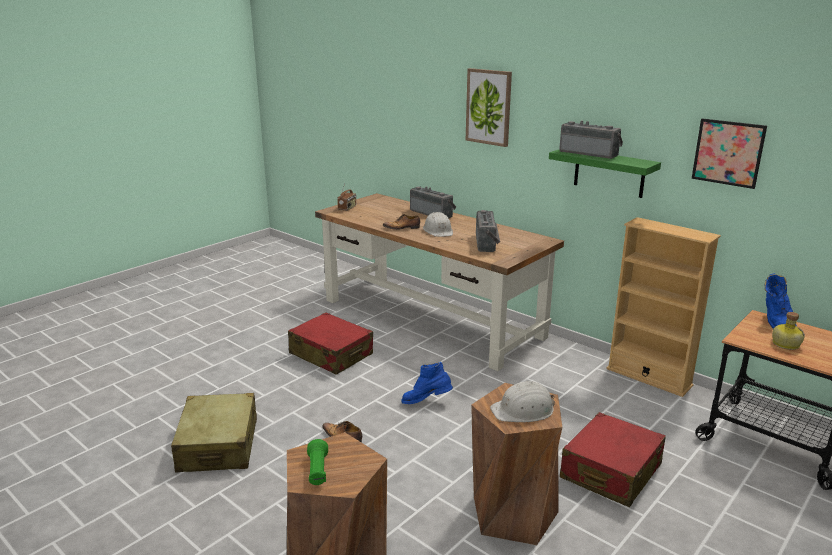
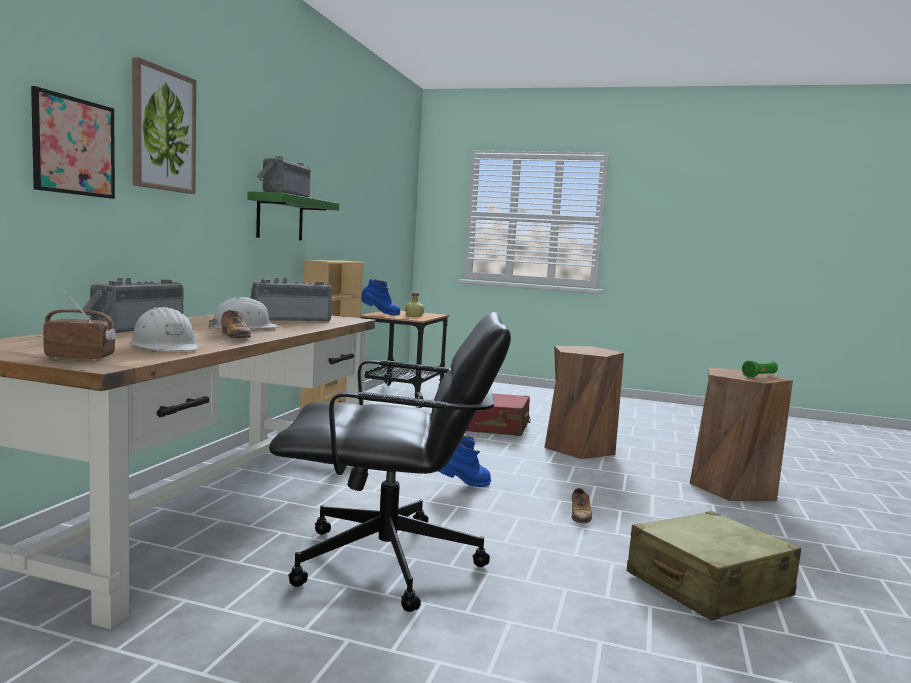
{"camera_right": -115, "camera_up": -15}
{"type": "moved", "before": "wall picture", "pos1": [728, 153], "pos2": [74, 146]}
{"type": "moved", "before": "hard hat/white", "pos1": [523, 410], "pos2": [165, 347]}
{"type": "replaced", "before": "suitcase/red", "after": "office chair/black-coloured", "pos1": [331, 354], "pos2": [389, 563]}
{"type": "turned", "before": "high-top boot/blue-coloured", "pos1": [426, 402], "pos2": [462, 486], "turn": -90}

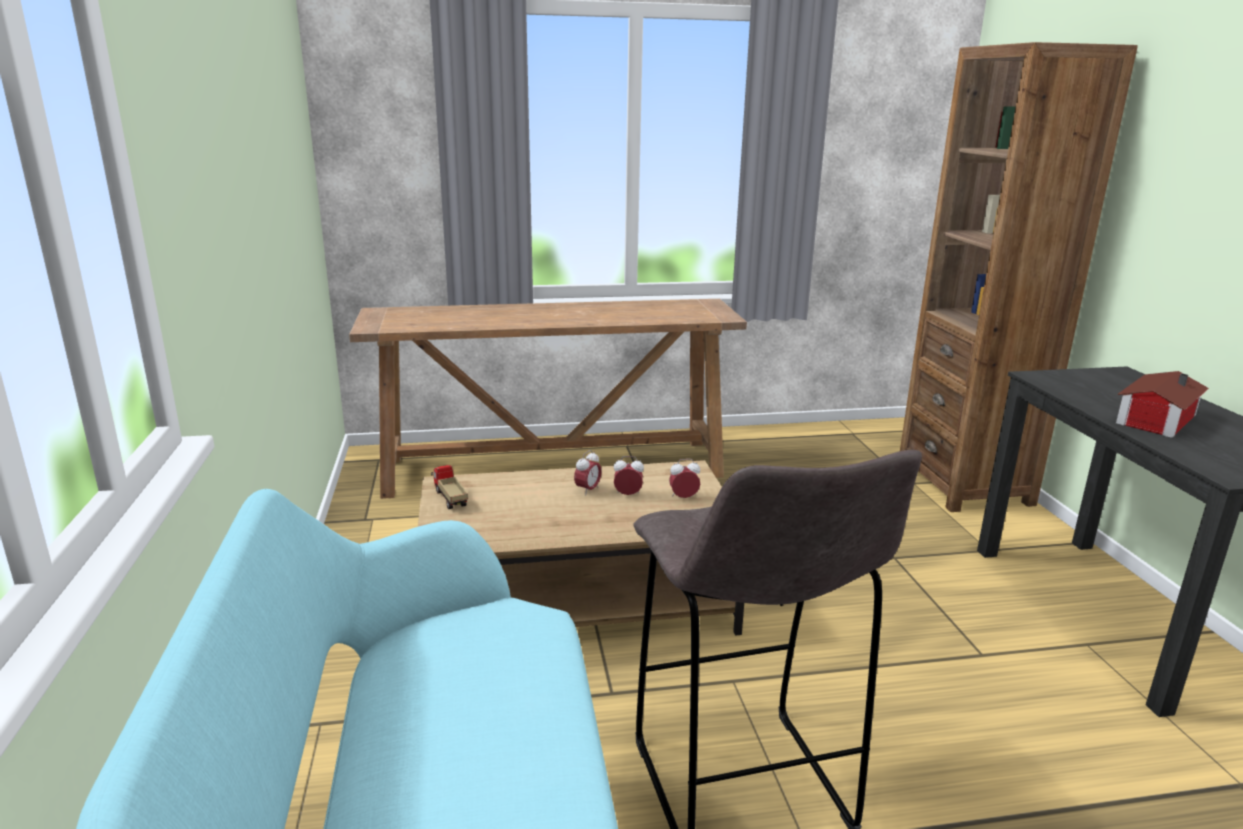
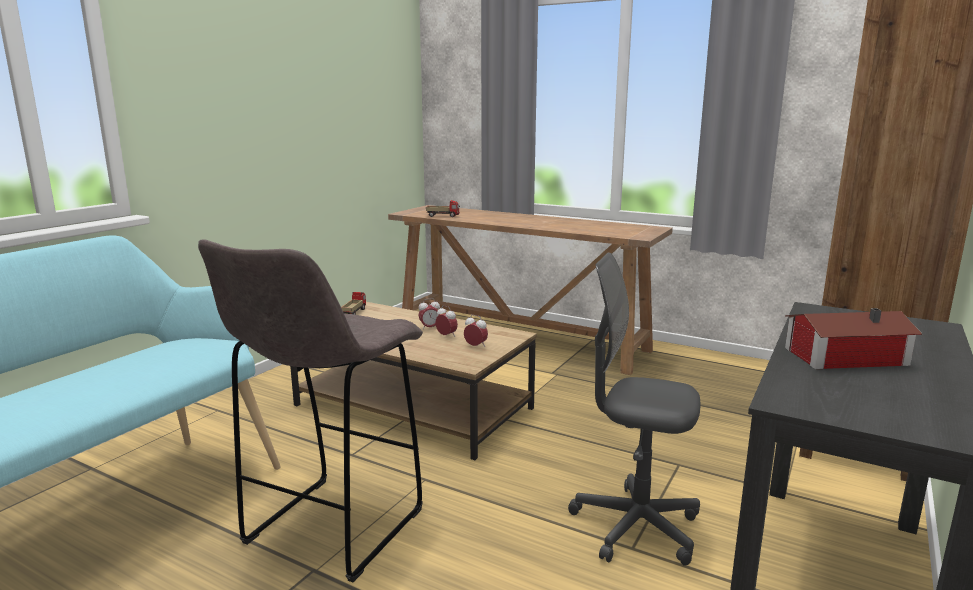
{"camera_right": 40, "camera_up": -5}
{"type": "added", "after": "toy truck", "pos2": [443, 216]}
{"type": "added", "after": "office chair/grey", "pos2": [635, 527]}

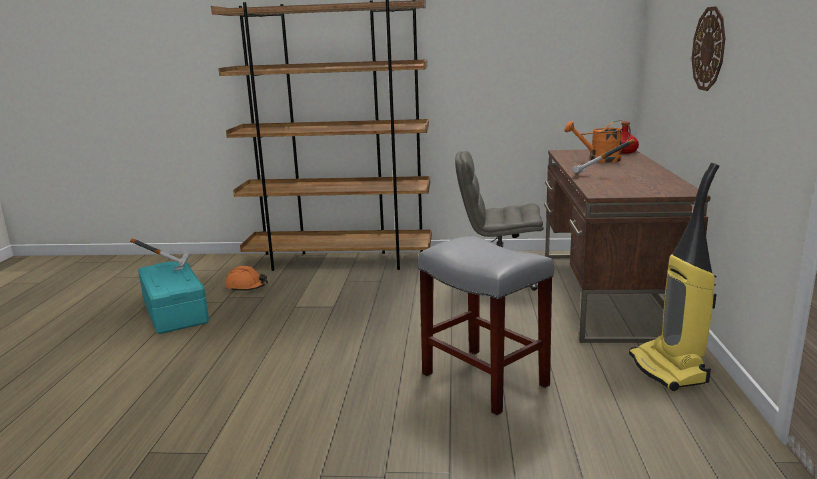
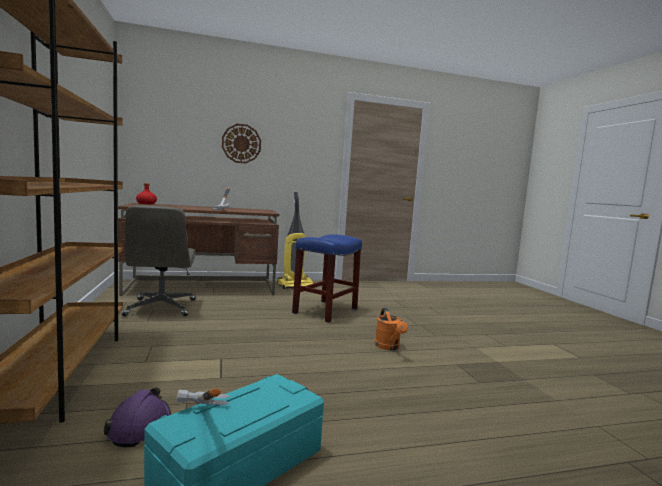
{"camera_right": -110, "camera_up": -10}
{"type": "recoloured", "before": "hard hat/orange", "after": "hard hat/purple", "pos1": [246, 287], "pos2": [140, 426]}
{"type": "recoloured", "before": "sitting stool/grey", "after": "sitting stool/blue-coloured", "pos1": [486, 380], "pos2": [325, 310]}
{"type": "moved", "before": "sprinkling can/orange", "pos1": [599, 160], "pos2": [389, 347]}

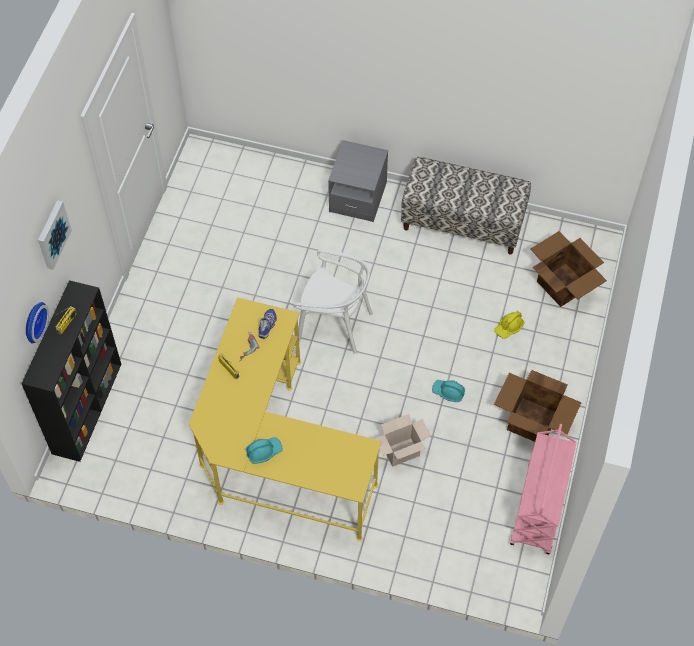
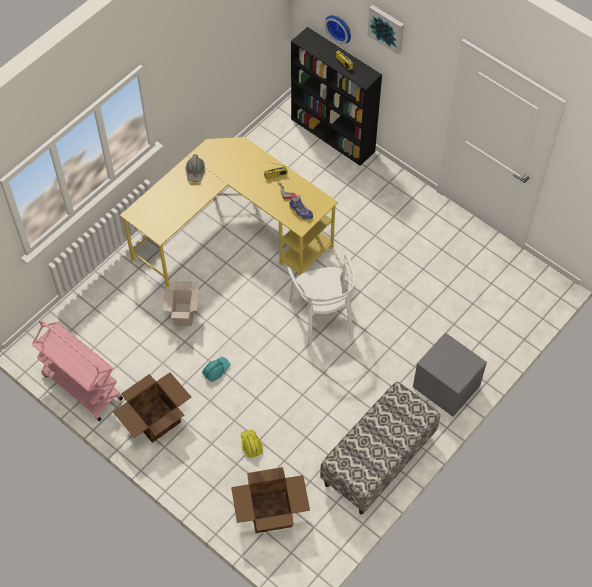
{"camera_right": 115, "camera_up": 0}
{"type": "recoloured", "before": "hard hat/blue-green", "after": "hard hat/grey", "pos1": [263, 451], "pos2": [195, 172]}
{"type": "turned", "before": "upright chair/white", "pos1": [334, 324], "pos2": [323, 316], "turn": -60}

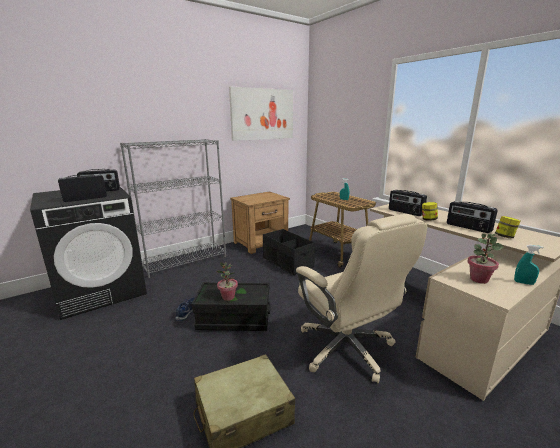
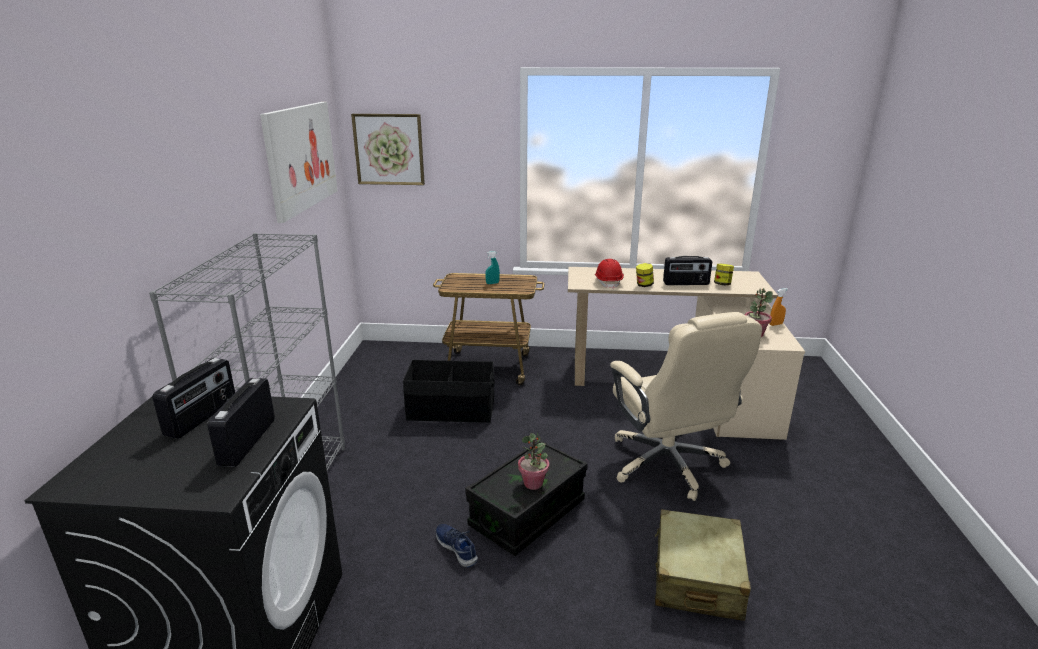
{"camera_right": -50, "camera_up": 5}
{"type": "added", "after": "wall picture", "pos2": [389, 149]}
{"type": "replaced", "before": "radio receiver", "after": "hard hat/red", "pos1": [405, 212], "pos2": [608, 282]}
{"type": "turned", "before": "office chair/beige-coloured", "pos1": [347, 349], "pos2": [668, 465], "turn": 60}
{"type": "recoloured", "before": "sprayer/blue-green", "after": "sprayer/orange", "pos1": [523, 283], "pos2": [776, 324]}
{"type": "removed", "before": "nightstand/brownish", "pos1": [261, 243]}

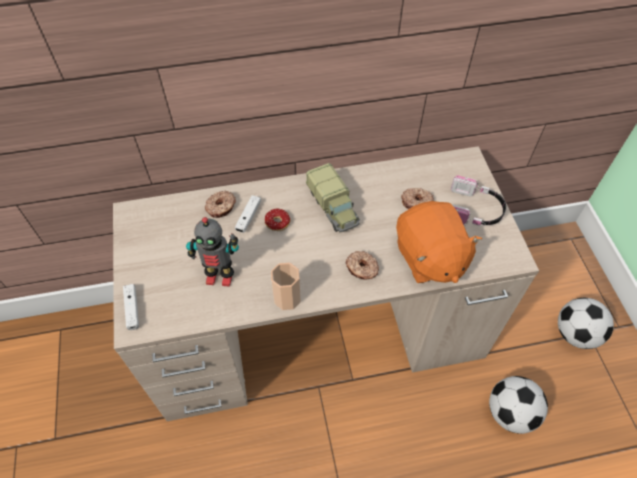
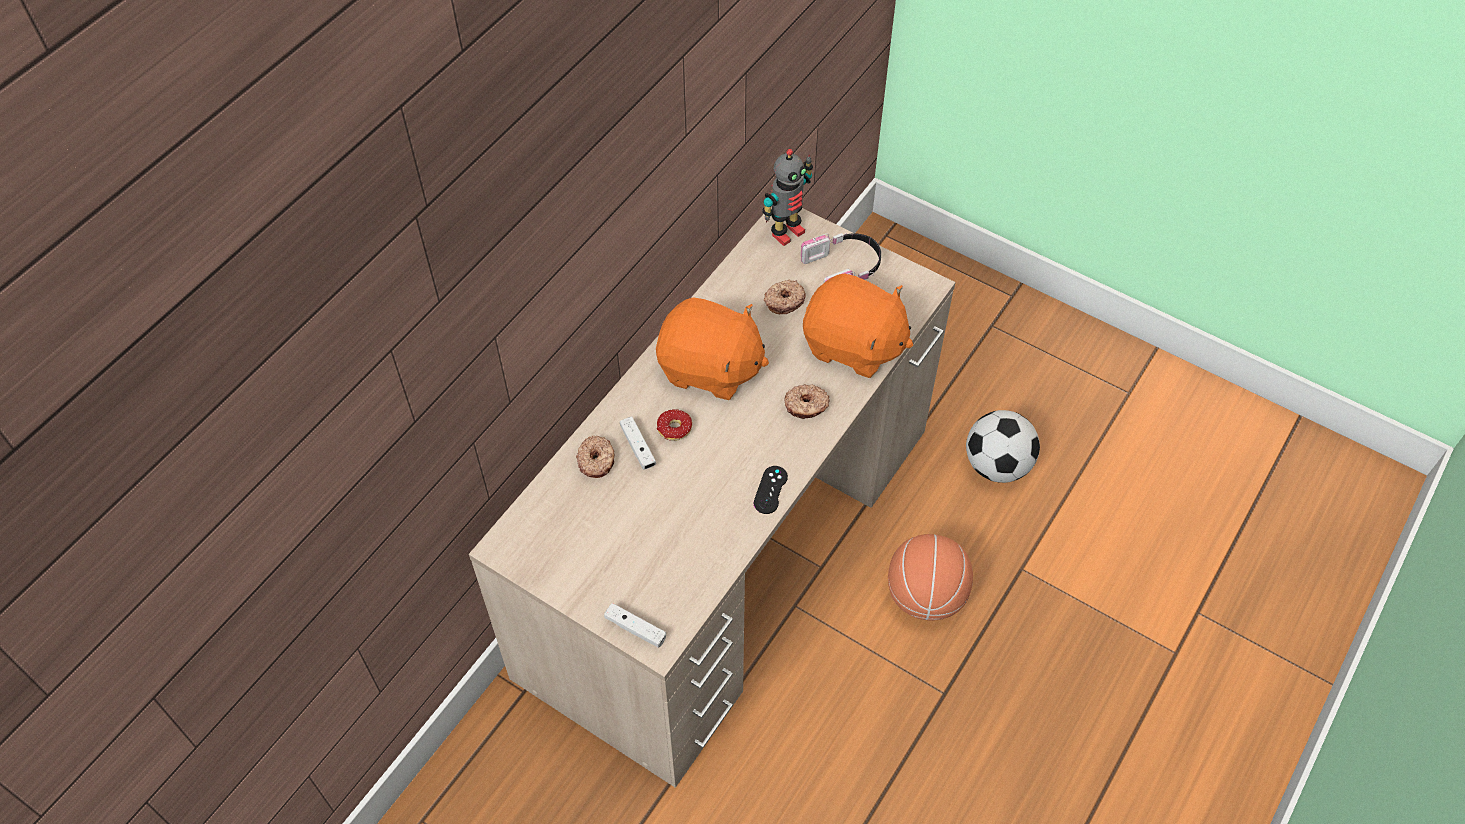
{"camera_right": -45, "camera_up": 0}
{"type": "replaced", "before": "toy truck", "after": "soft toy/orange", "pos1": [333, 207], "pos2": [710, 369]}
{"type": "replaced", "before": "drinking cup", "after": "gamepad/black-coloured", "pos1": [287, 298], "pos2": [770, 490]}
{"type": "moved", "before": "model robot", "pos1": [220, 276], "pos2": [786, 232]}
{"type": "added", "after": "ball for basketball", "pos2": [925, 595]}
{"type": "removed", "before": "ball for football", "pos1": [575, 333]}

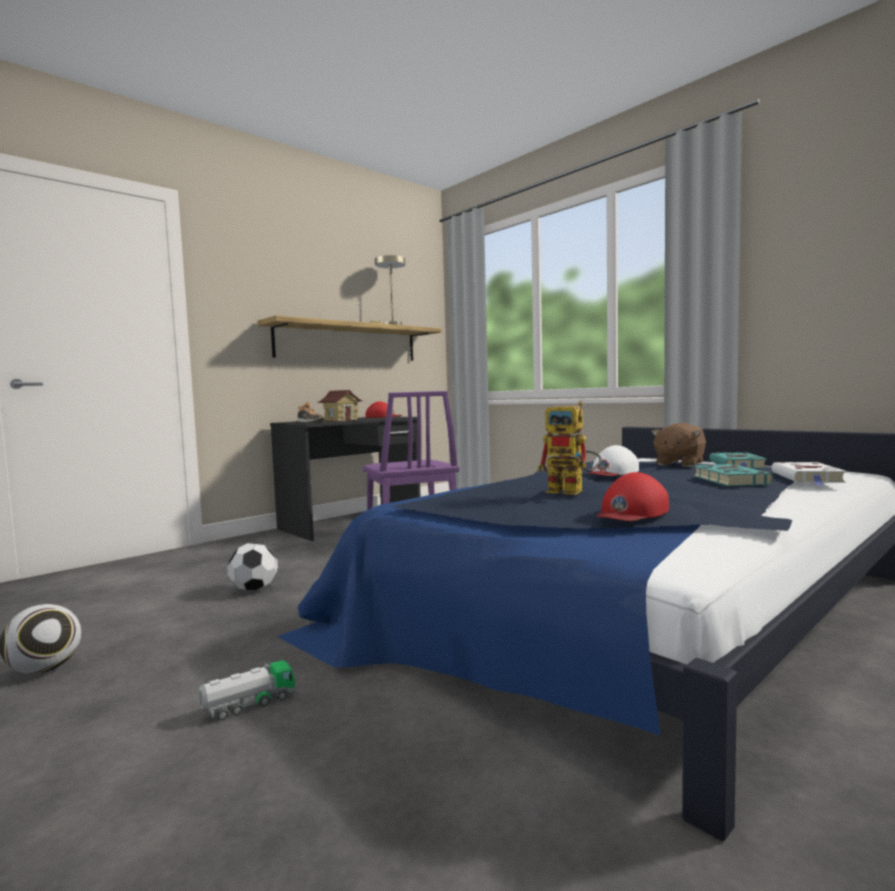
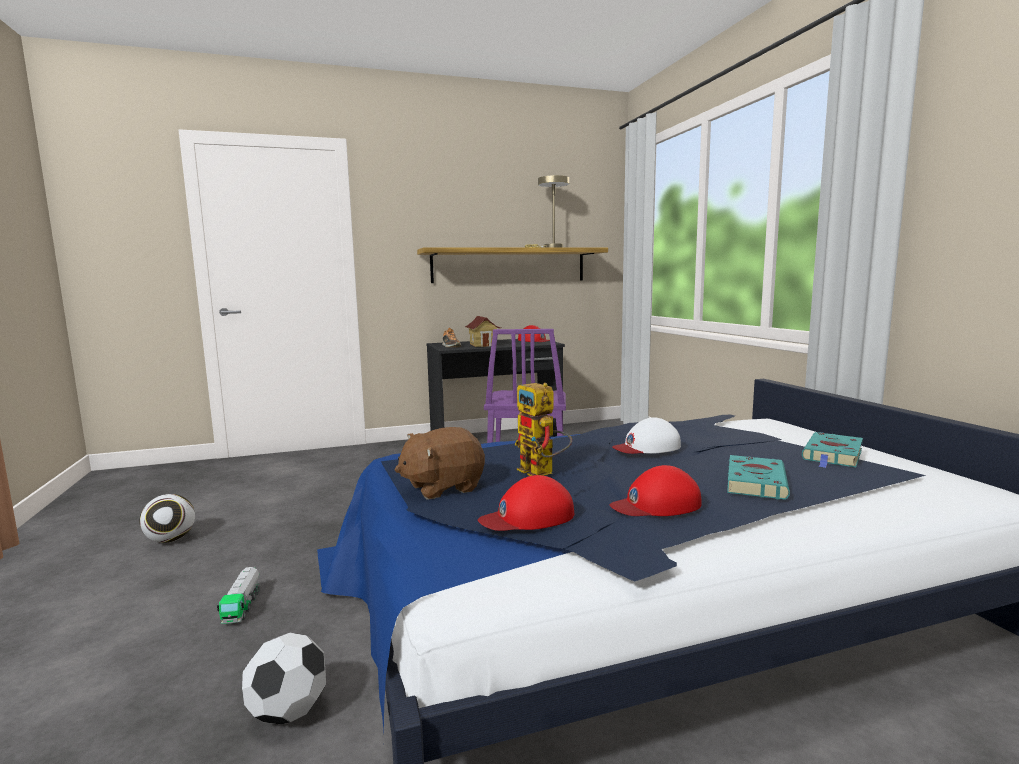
{"camera_right": 25, "camera_up": 5}
{"type": "turned", "before": "toy truck", "pos1": [250, 705], "pos2": [242, 606], "turn": 90}
{"type": "moved", "before": "ball for football", "pos1": [254, 589], "pos2": [289, 712]}
{"type": "moved", "before": "soft toy/brownish", "pos1": [679, 464], "pos2": [442, 487]}
{"type": "added", "after": "peaked cap/red", "pos2": [656, 504]}
{"type": "removed", "before": "book/white", "pos1": [808, 478]}

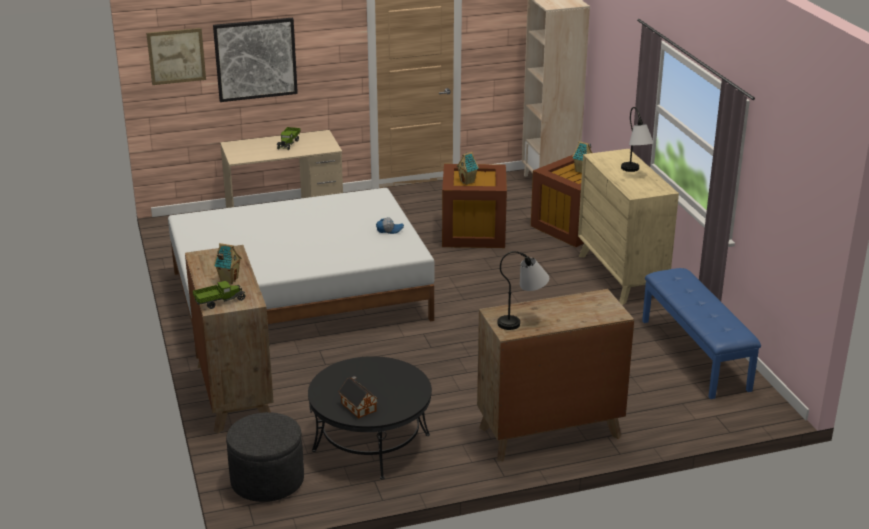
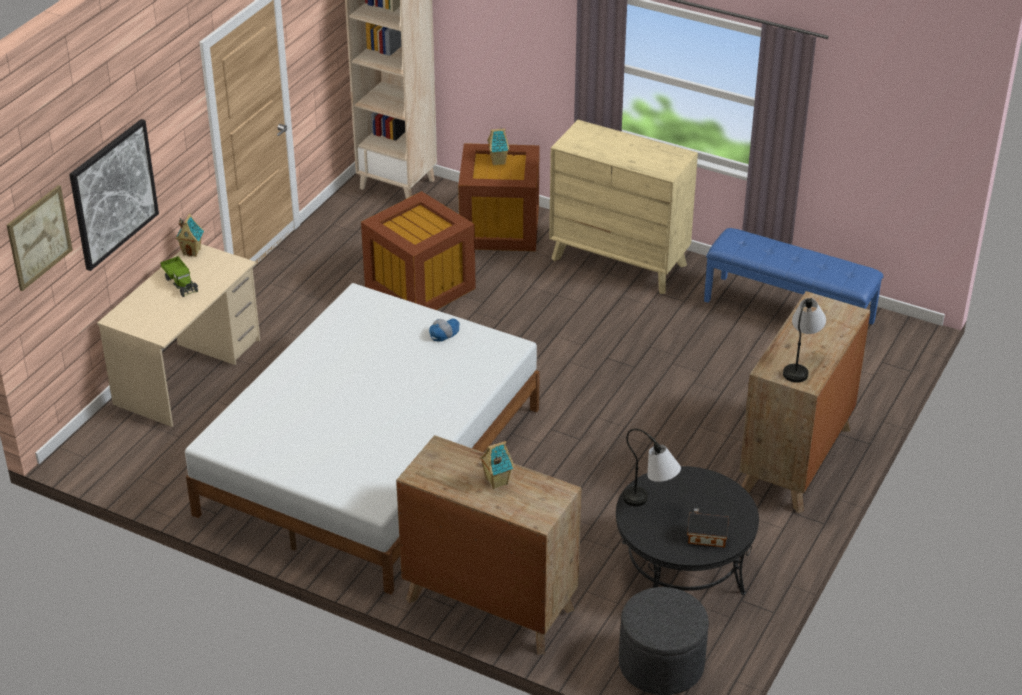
{"camera_right": -45, "camera_up": 10}
{"type": "moved", "before": "toy house", "pos1": [467, 181], "pos2": [192, 251]}
{"type": "moved", "before": "lamp for a table", "pos1": [634, 173], "pos2": [650, 504]}
{"type": "removed", "before": "toy truck", "pos1": [219, 301]}

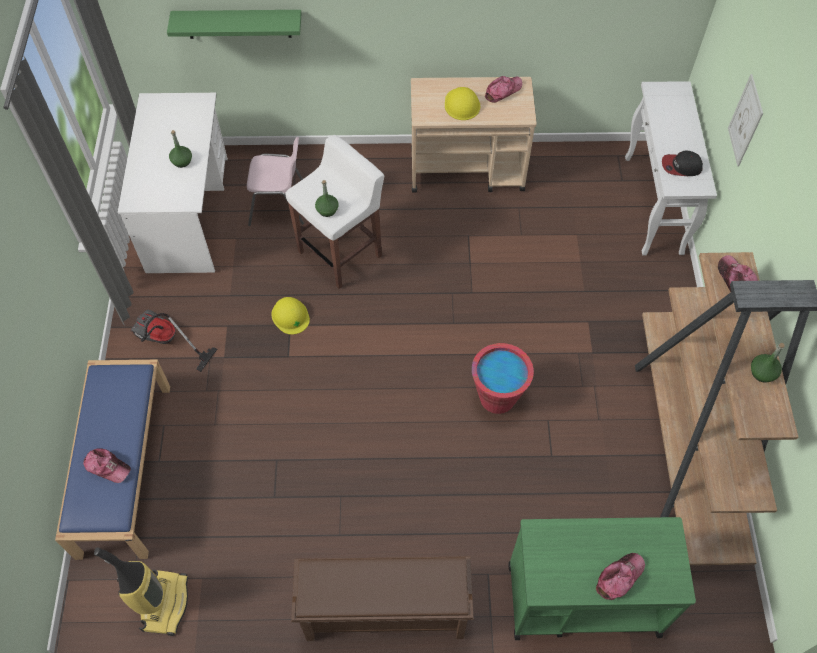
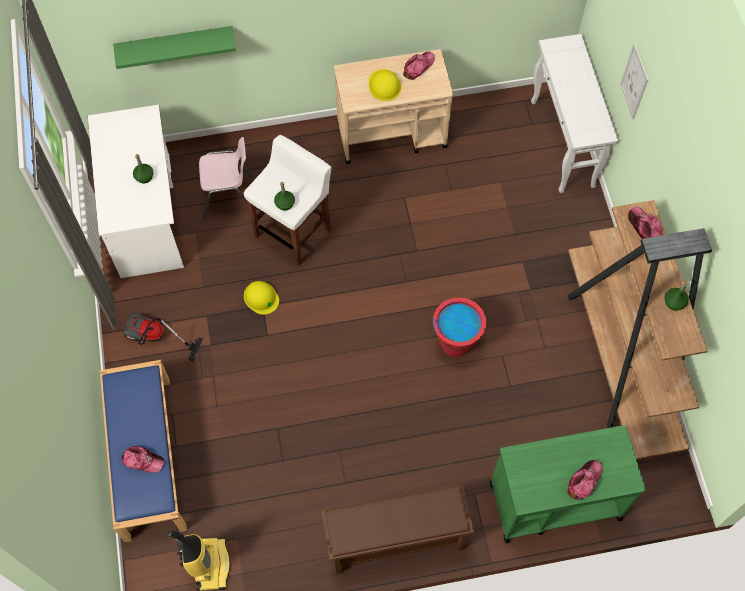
{"camera_right": -10, "camera_up": 5}
{"type": "removed", "before": "peaked cap", "pos1": [681, 166]}

